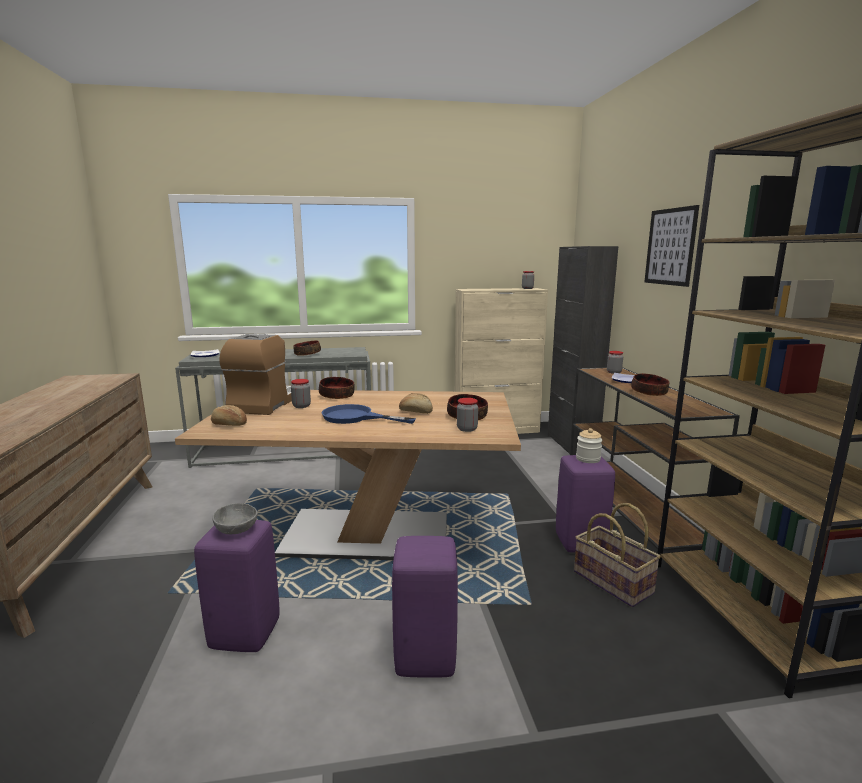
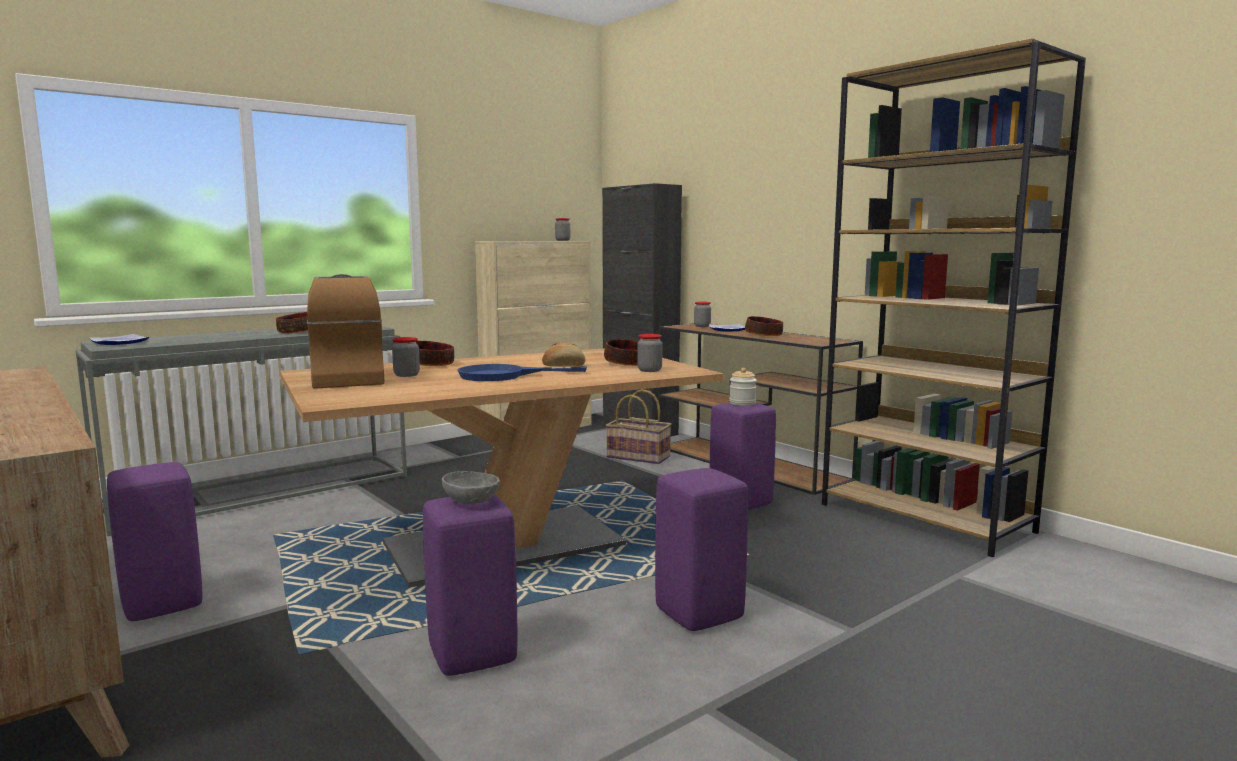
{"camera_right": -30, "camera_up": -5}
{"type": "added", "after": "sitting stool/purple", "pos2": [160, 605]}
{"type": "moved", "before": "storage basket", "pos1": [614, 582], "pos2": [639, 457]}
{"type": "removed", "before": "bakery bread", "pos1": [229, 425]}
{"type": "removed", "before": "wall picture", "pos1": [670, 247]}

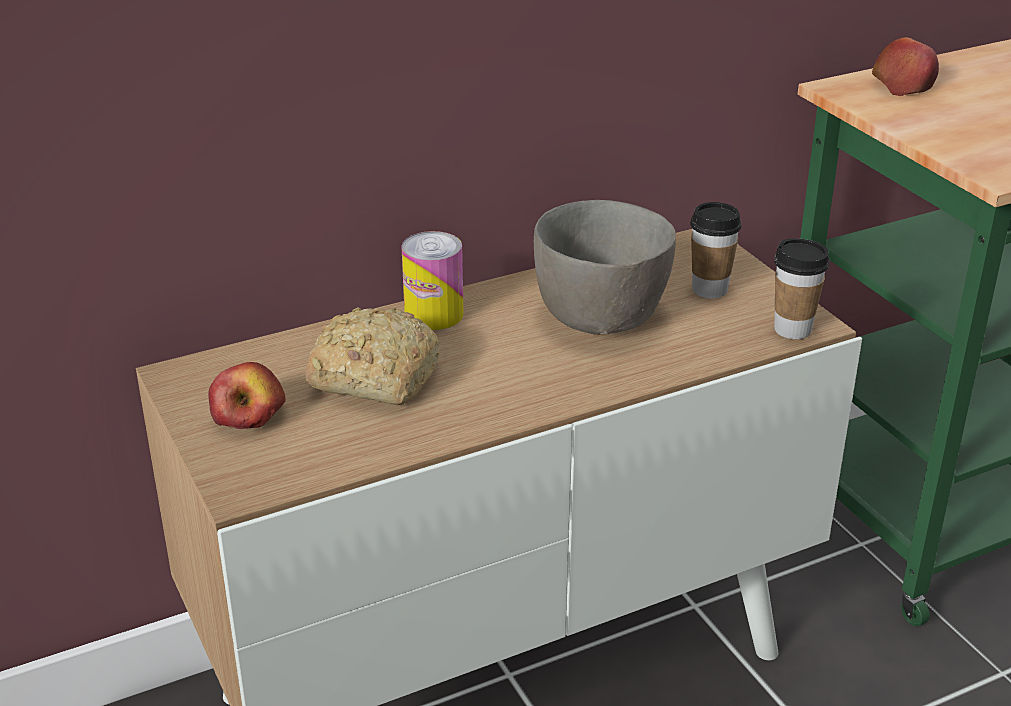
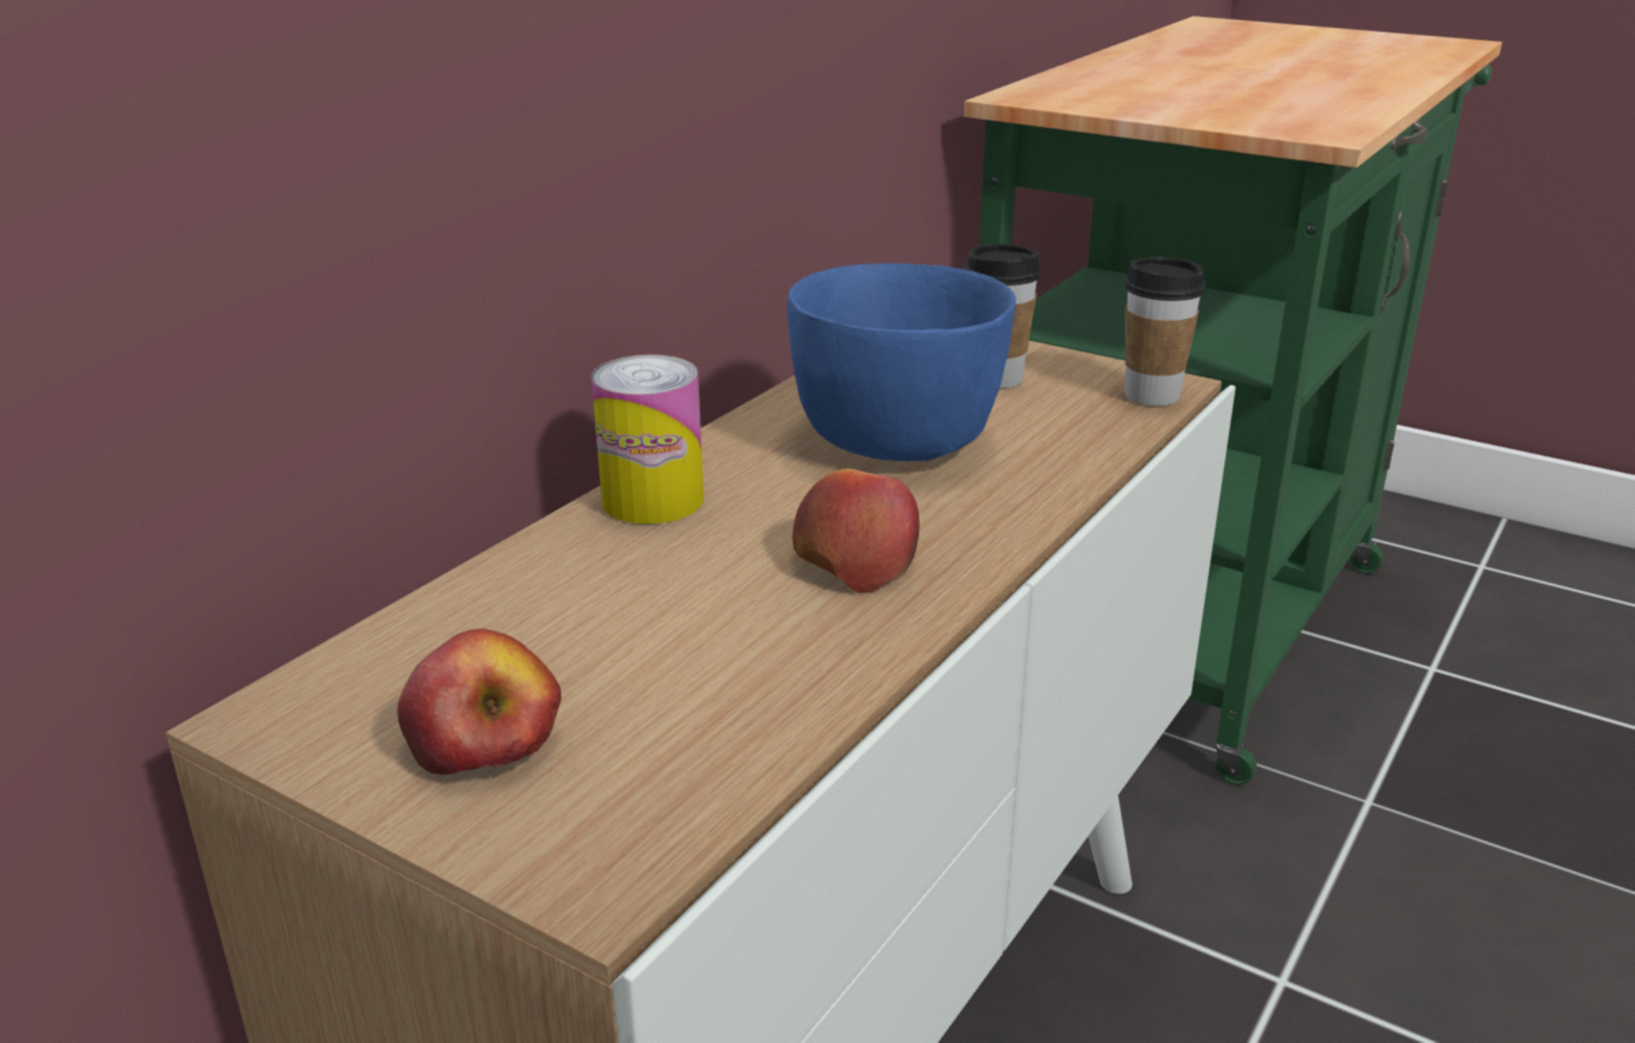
{"camera_right": -30, "camera_up": -5}
{"type": "recoloured", "before": "bowl/grey", "after": "bowl/blue-coloured", "pos1": [602, 315], "pos2": [899, 439]}
{"type": "moved", "before": "apple", "pos1": [902, 84], "pos2": [855, 558]}
{"type": "removed", "before": "bakery bread", "pos1": [372, 376]}

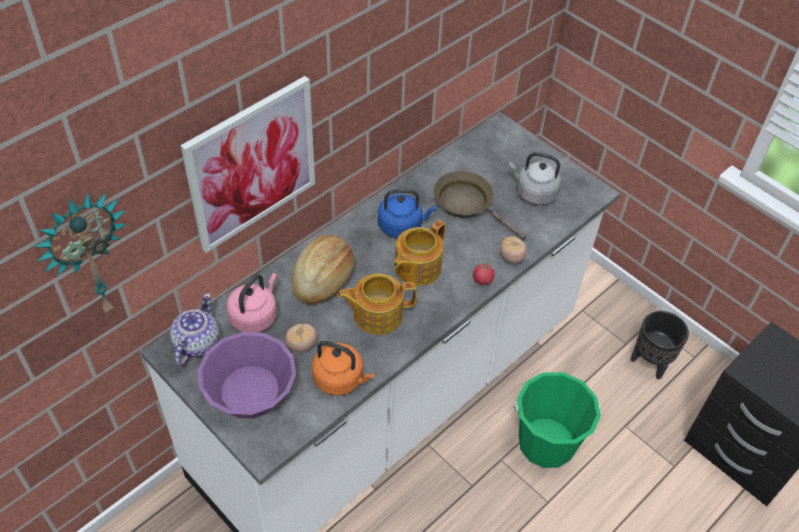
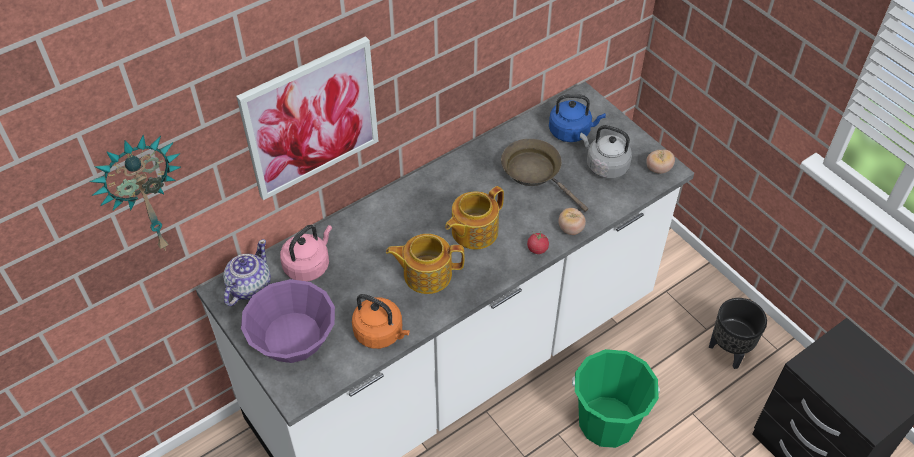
{"camera_right": 10, "camera_up": 0}
{"type": "moved", "before": "water kettle/blue-coloured", "pos1": [402, 226], "pos2": [571, 131]}
{"type": "moved", "before": "whole tomato", "pos1": [301, 345], "pos2": [658, 169]}
{"type": "removed", "before": "bakery bread", "pos1": [323, 278]}

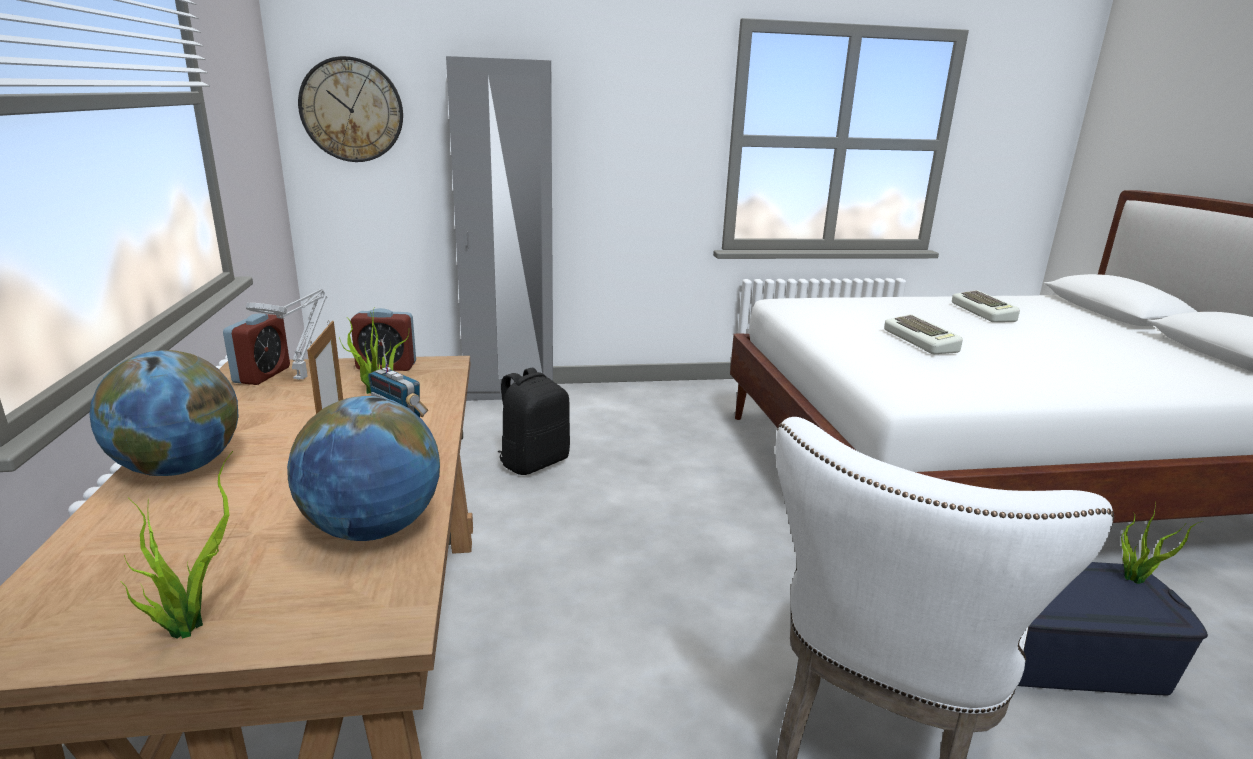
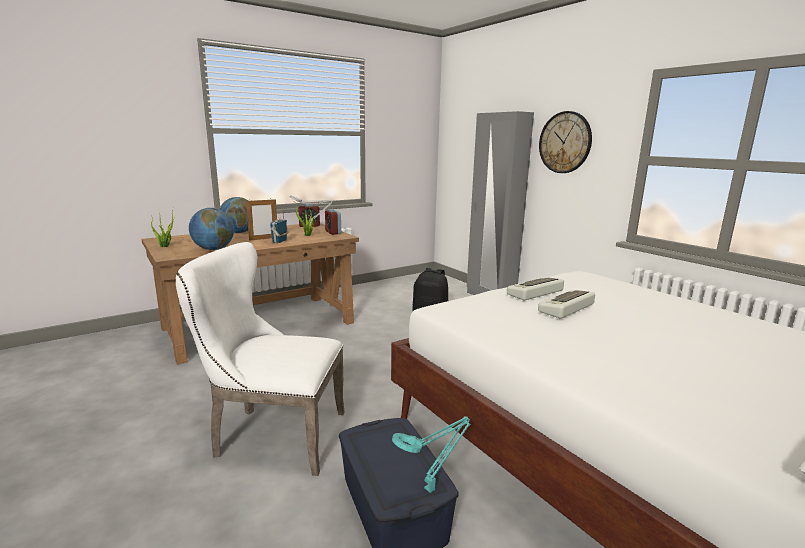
{"camera_right": 65, "camera_up": -5}
{"type": "replaced", "before": "potted plant", "after": "lamp for a table/blue-green", "pos1": [1137, 580], "pos2": [432, 488]}
{"type": "moved", "before": "PC keyboard", "pos1": [984, 312], "pos2": [536, 293]}
{"type": "moved", "before": "hanging clock", "pos1": [352, 110], "pos2": [565, 142]}

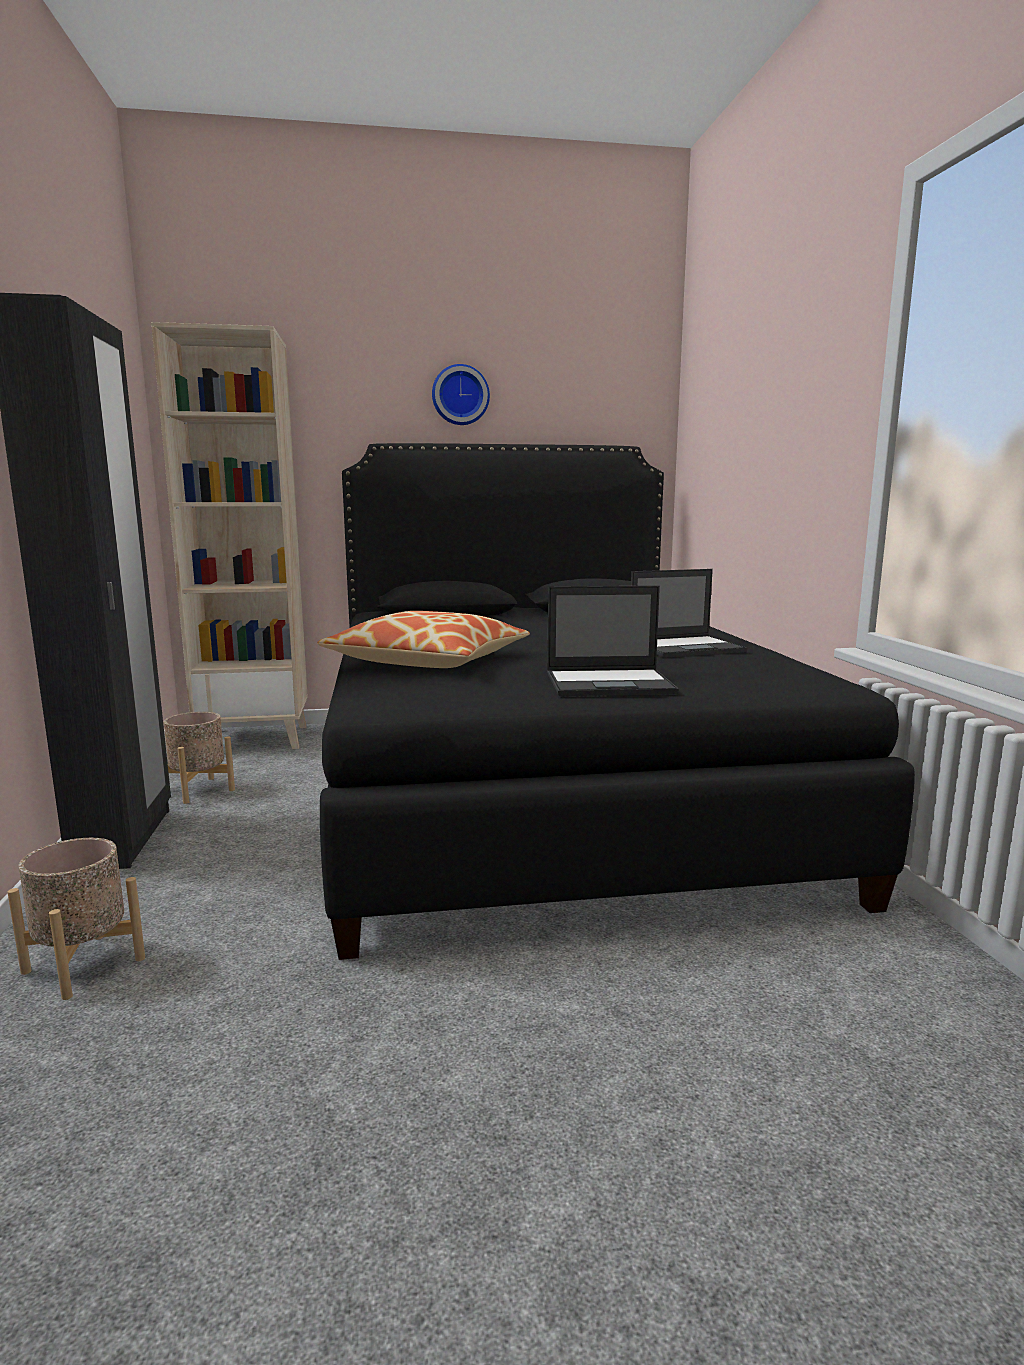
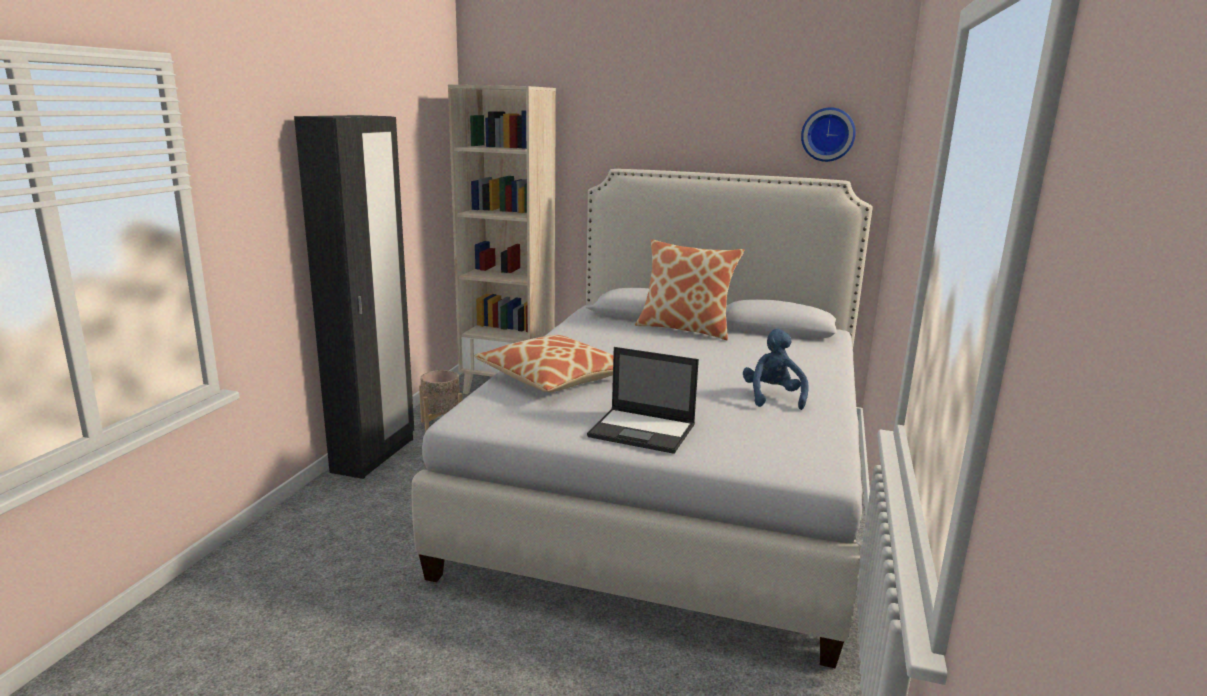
{"camera_right": 25, "camera_up": 5}
{"type": "recoloured", "before": "sleeping bed/black-coloured", "after": "sleeping bed/white", "pos1": [546, 791], "pos2": [673, 483]}
{"type": "added", "after": "throw pillow", "pos2": [685, 329]}
{"type": "replaced", "before": "laptop", "after": "soft toy/blue-coloured", "pos1": [687, 647], "pos2": [772, 397]}
{"type": "moved", "before": "hanging clock", "pos1": [460, 395], "pos2": [828, 134]}
{"type": "removed", "before": "plant pot/beige-coloured", "pos1": [83, 965]}

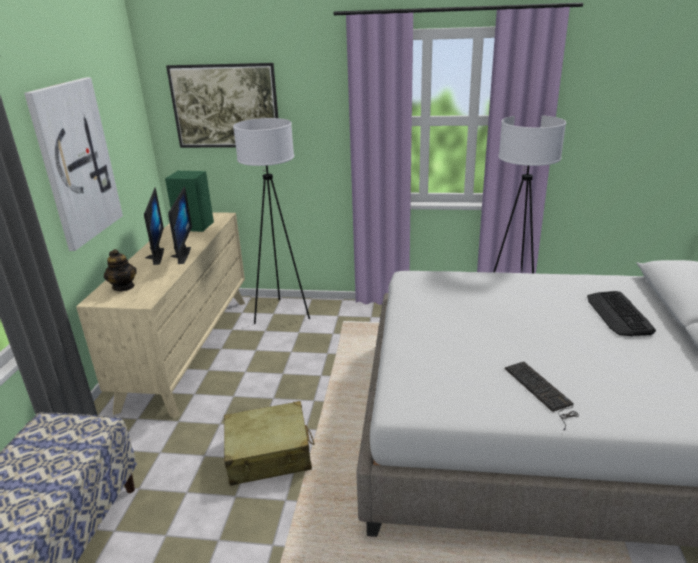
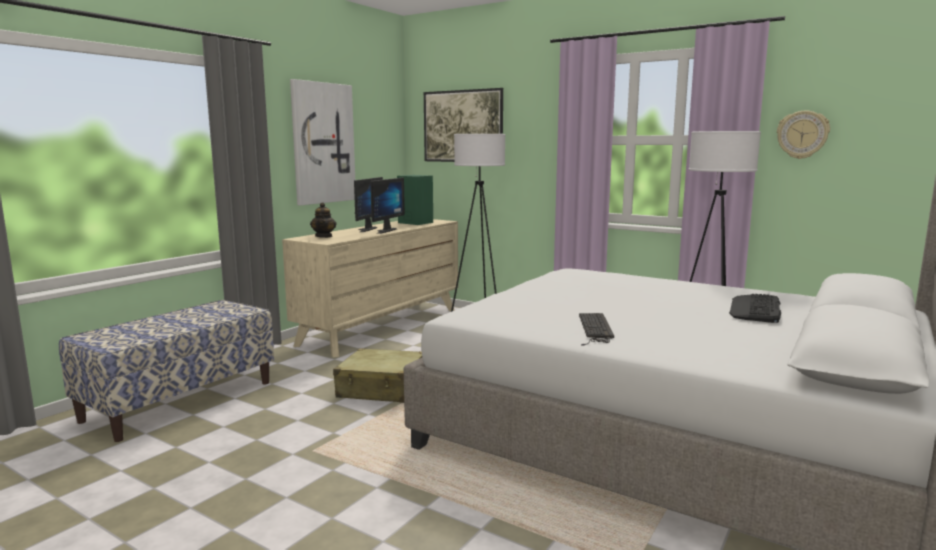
{"camera_right": 25, "camera_up": -15}
{"type": "added", "after": "hanging clock", "pos2": [802, 135]}

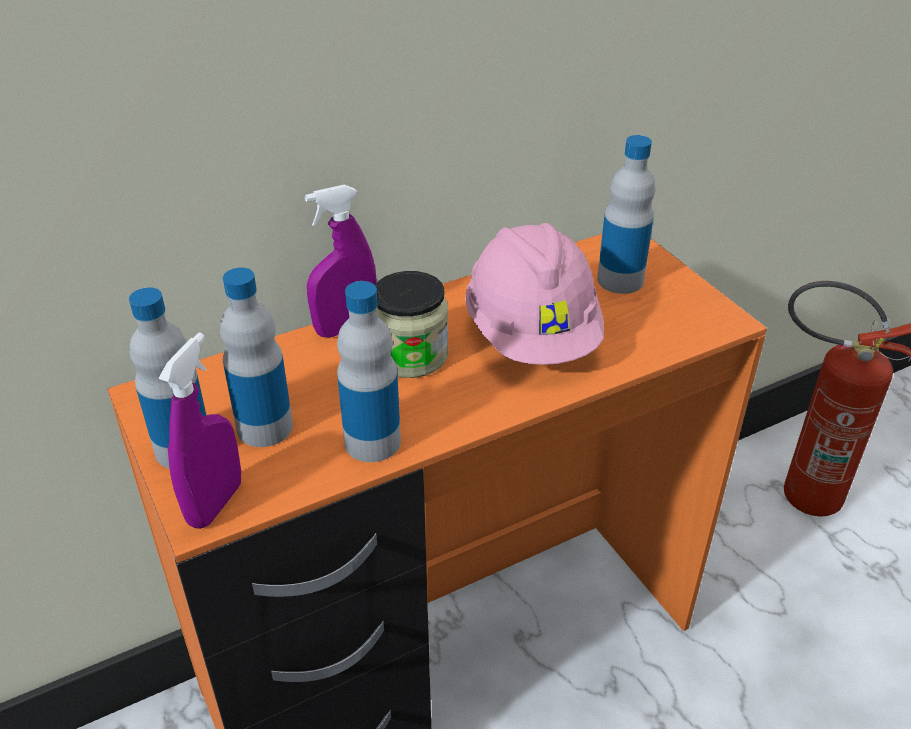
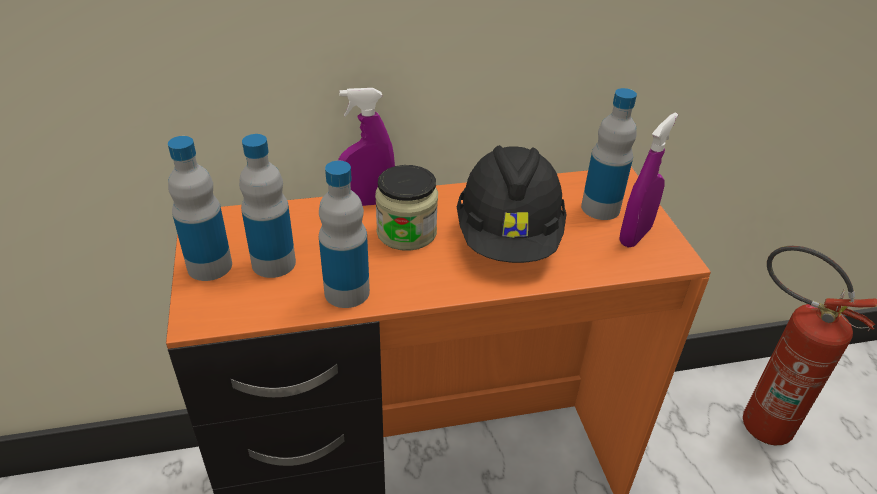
{"camera_right": 15, "camera_up": 0}
{"type": "recoloured", "before": "hard hat/pinkish", "after": "hard hat/black-coloured", "pos1": [532, 335], "pos2": [509, 236]}
{"type": "moved", "before": "sprayer/purple", "pos1": [215, 504], "pos2": [635, 235]}

